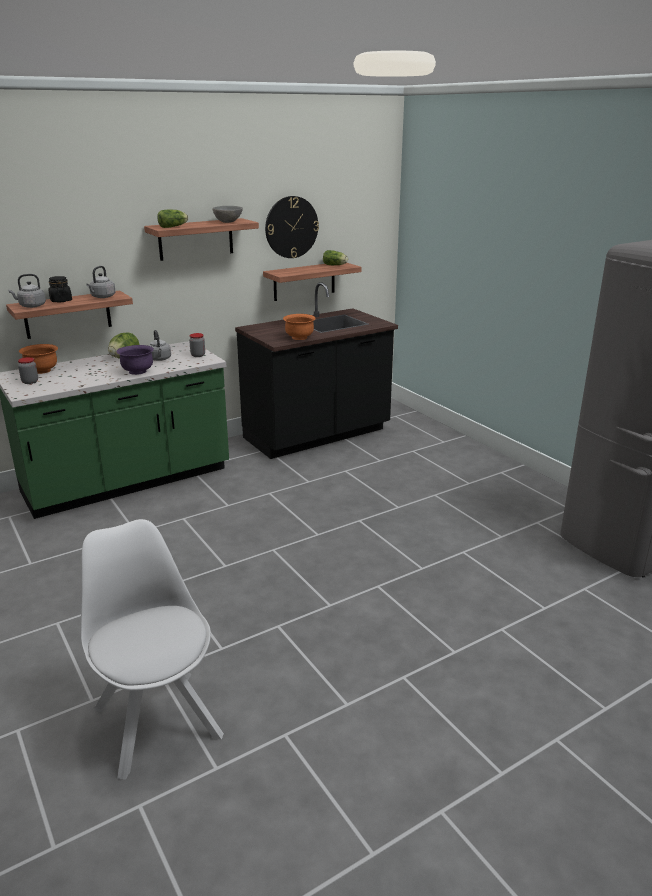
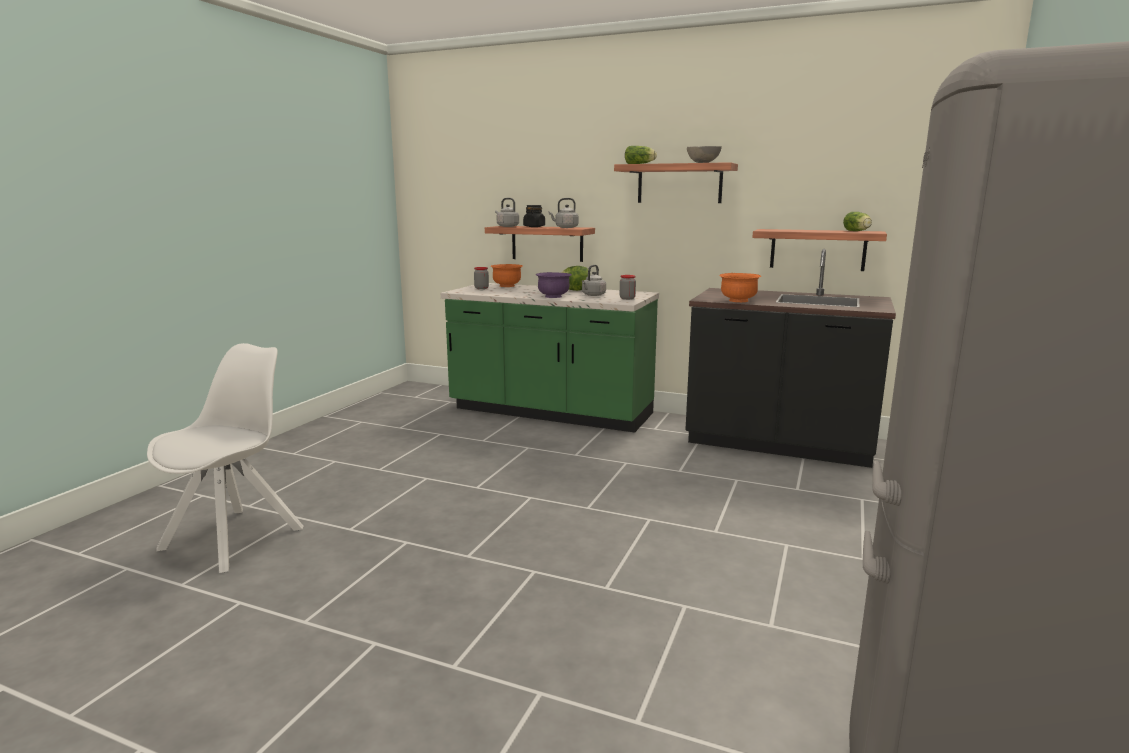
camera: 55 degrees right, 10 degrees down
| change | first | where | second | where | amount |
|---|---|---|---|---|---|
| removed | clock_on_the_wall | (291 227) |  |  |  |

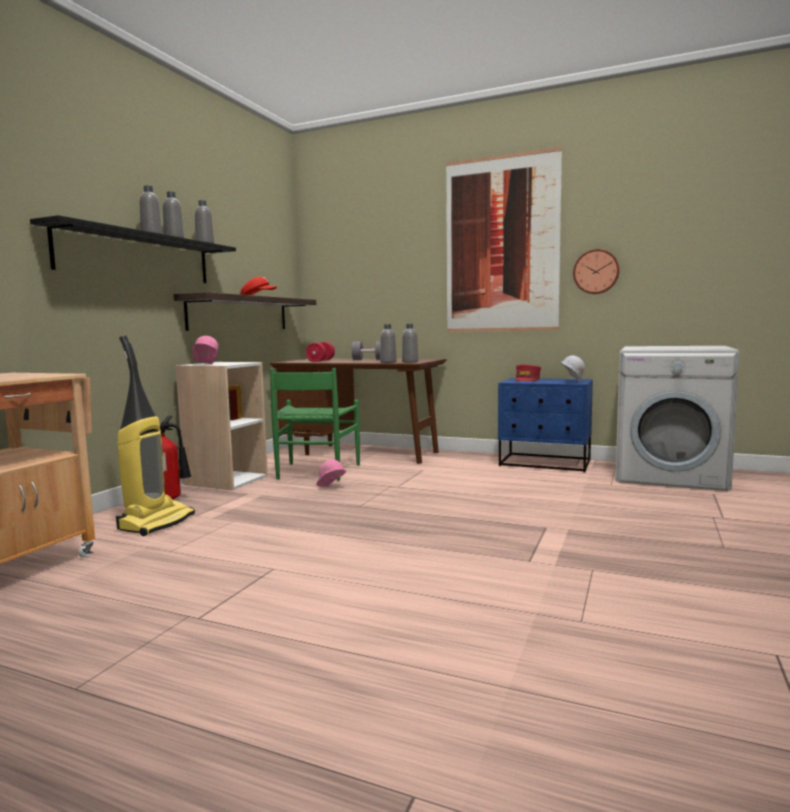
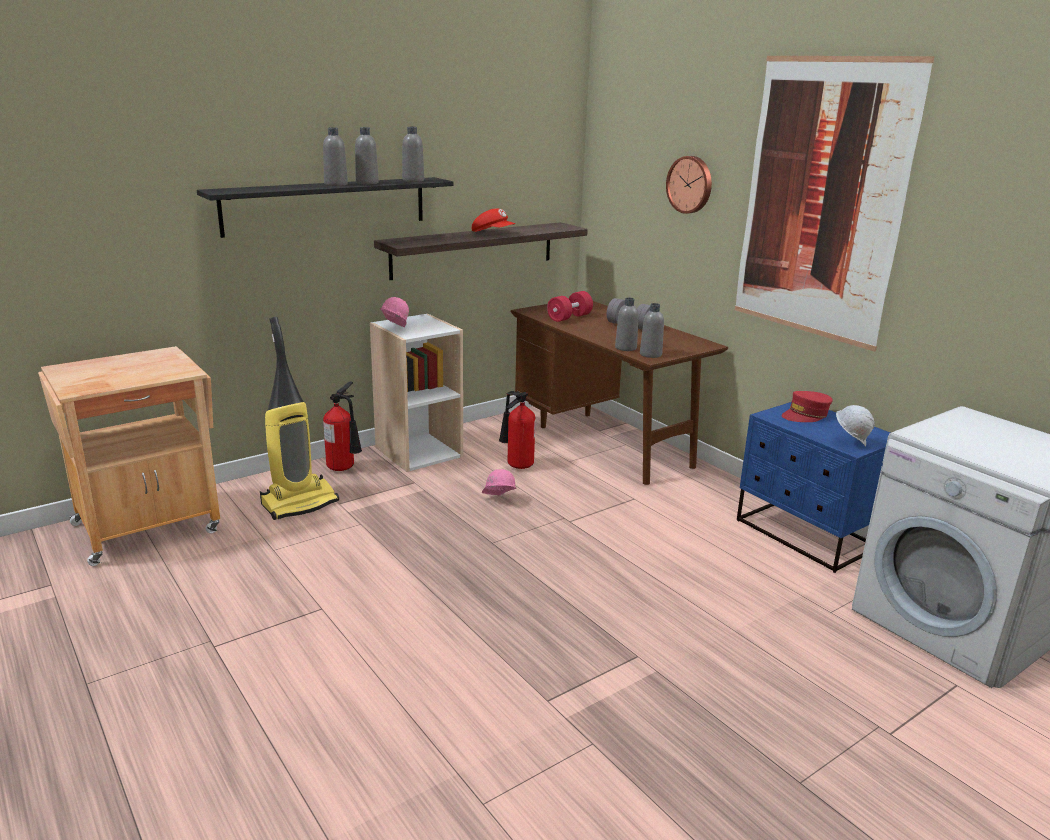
camera: 30 degrees right, 15 degrees up
| change | first | where | second | where | amount |
|---|---|---|---|---|---|
| moved | clock_on_the_wall | (596 272) |  | (690 184) |  |
| replaced | green_chair | (316 472) | fire_extinguisher | (516 465) |  |

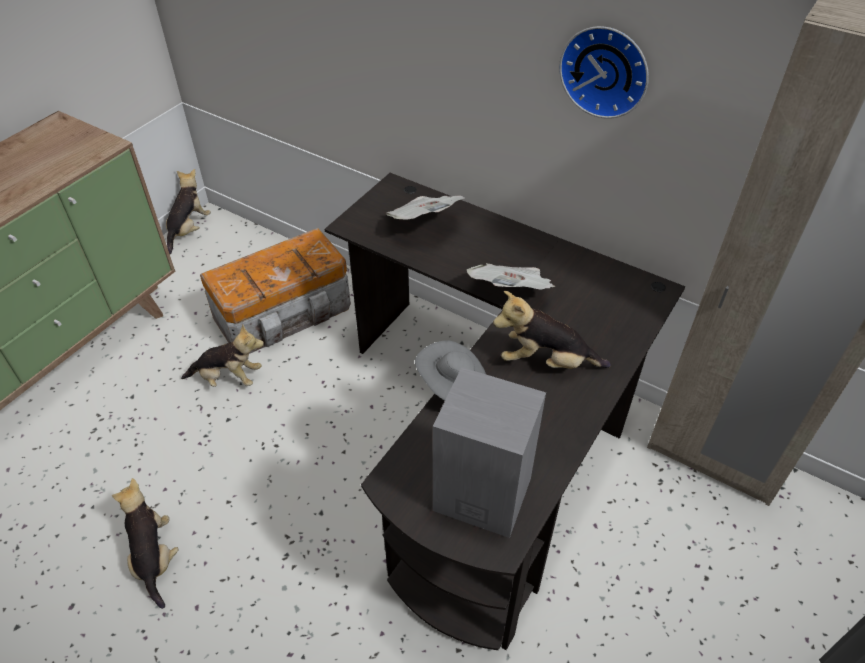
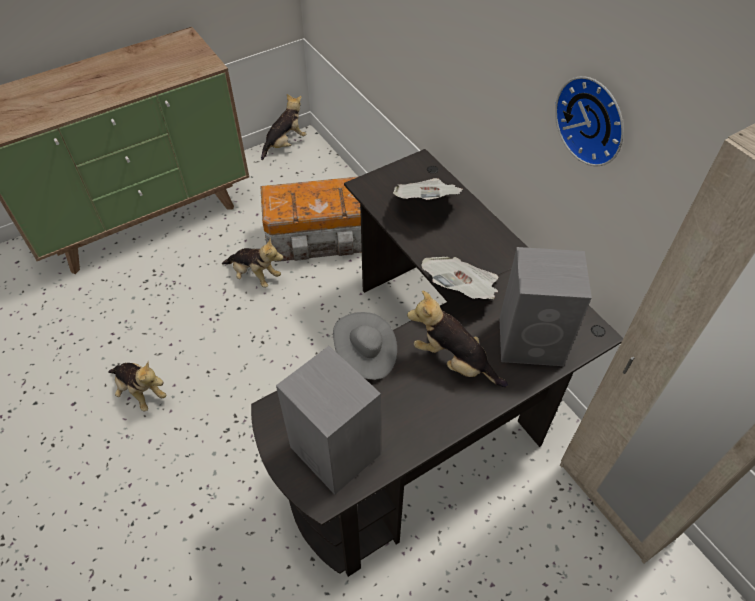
camera: 25 degrees right, 5 degrees up
| change | first | where | second | where | amount |
|---|---|---|---|---|---|
| turned | cuddly_toy | (155 557) |  | (140 392) | 120 degrees clockwise |
| added |  |  | greyish_speaker | (532 341) |  |

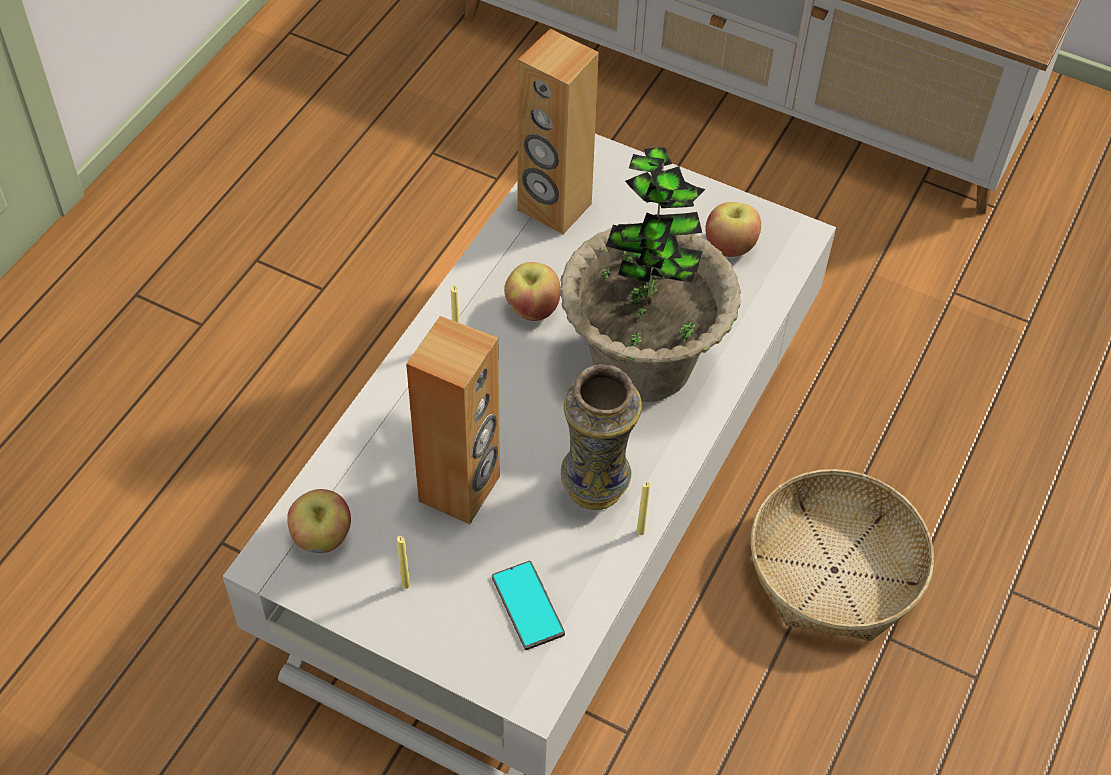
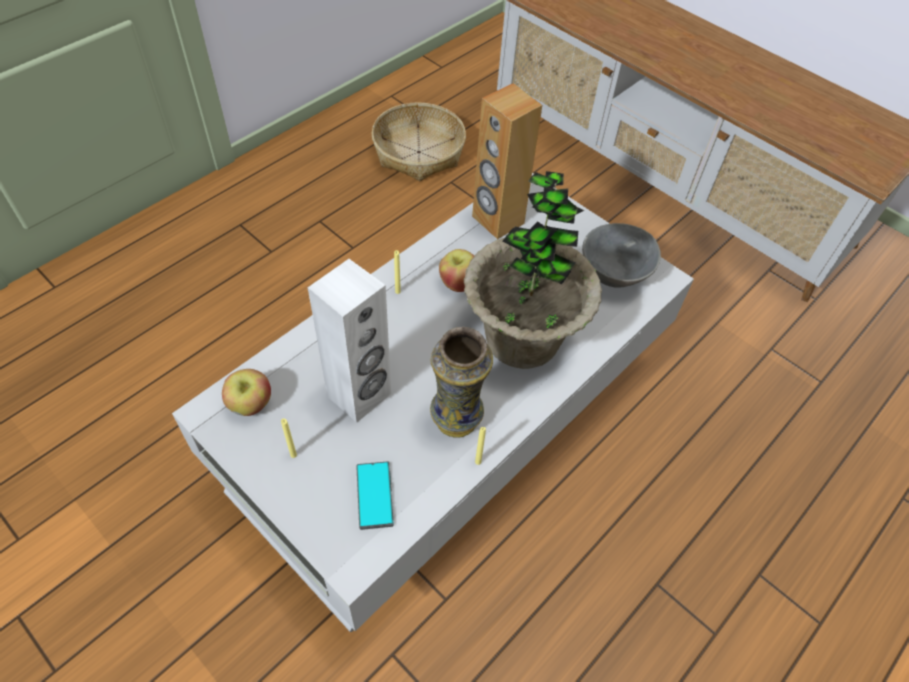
camera: 15 degrees right, 0 degrees up
| change | first | where | second | where | amount |
|---|---|---|---|---|---|
| replaced | apple_fruit | (730 245) | greyish_deep_dish | (612 273) |  |
| recoloured | brownish_speaker | (460 489) | white-coloured_speaker | (360 395) |  |
| moved | basket | (834 569) |  | (419 152) |  |

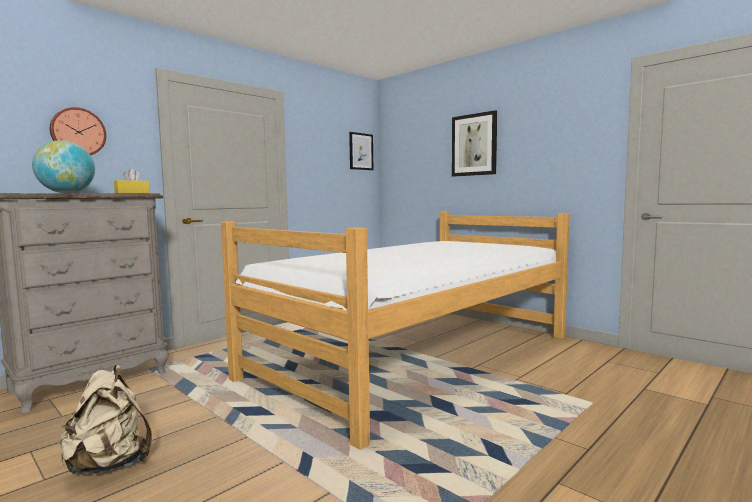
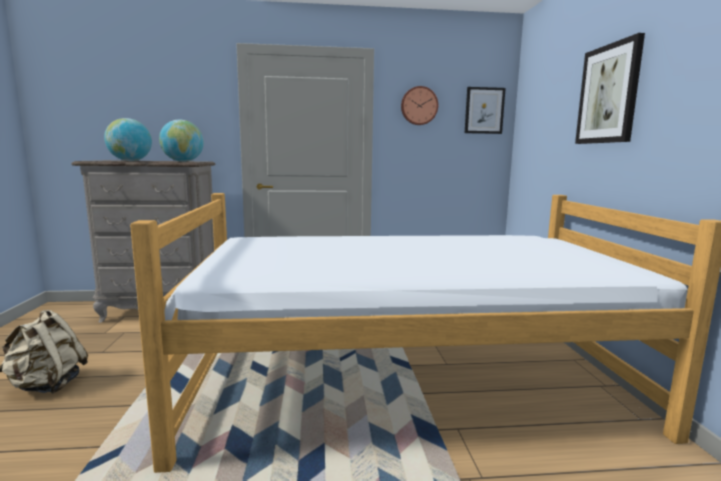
camera: 40 degrees right, 5 degrees up
| change | first | where | second | where | amount |
|---|---|---|---|---|---|
| moved | clock_on_the_wall | (78 132) |  | (419 106) |  |
| replaced | yellow_tissue_holder | (132 193) | globe | (183 161) |  |

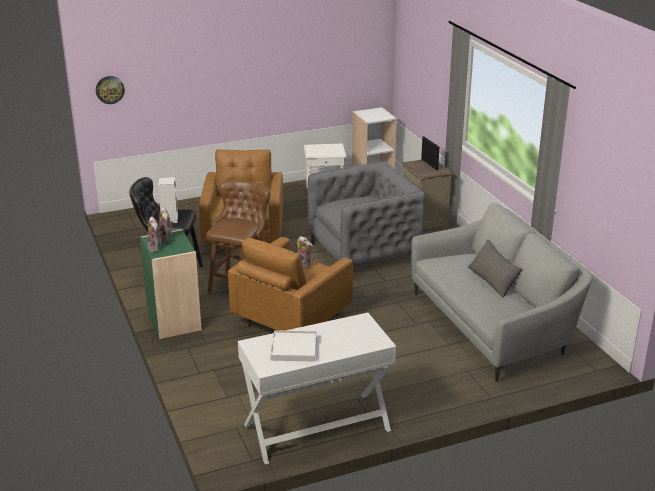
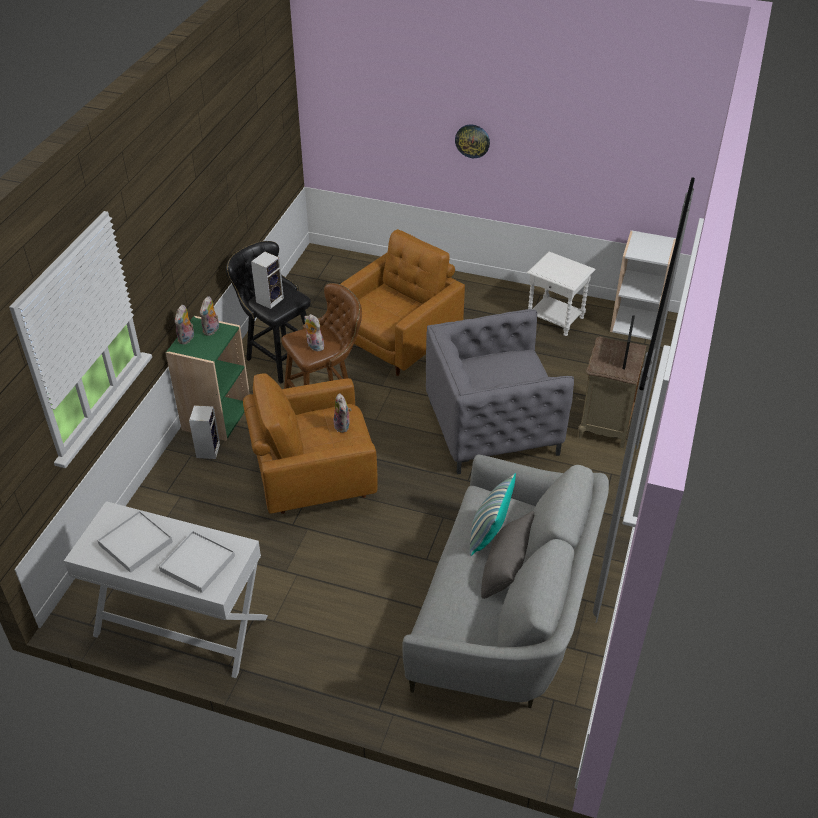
camera: 40 degrees right, 15 degrees up
| change | first | where | second | where | amount |
|---|---|---|---|---|---|
| moved | clock_on_the_wall | (110 89) |  | (472 140) |  |
| turned | greyish_easy_chair | (363 253) |  | (492 428) | 150 degrees clockwise |
| added |  |  | cuddly_toy | (314 346) |  |
| added |  |  | speaker | (208 450) |  |
| added |  |  | pillow | (488 534) |  |
| added |  |  | white-coloured_tray | (197 564) |  |

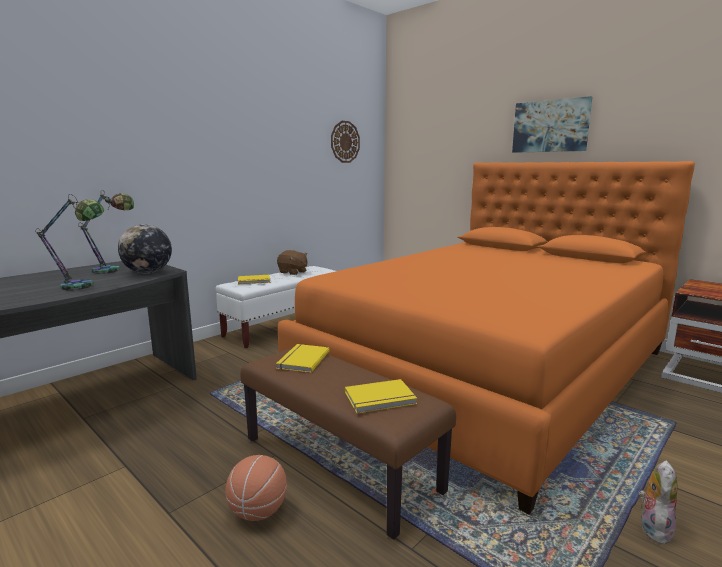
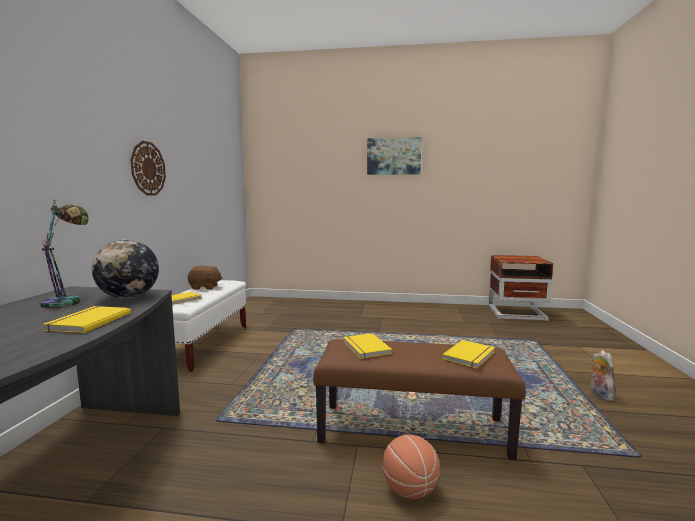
camera: 35 degrees left, 5 degrees down
| change | first | where | second | where | amount |
|---|---|---|---|---|---|
| moved | clock_on_the_wall | (345 142) |  | (148 168) |  |
| removed | orangey_bedroom_bed | (488 369) |  |  |  |
| replaced | tabletop_lamp | (83 287) | yellow_book | (87 322) |  |

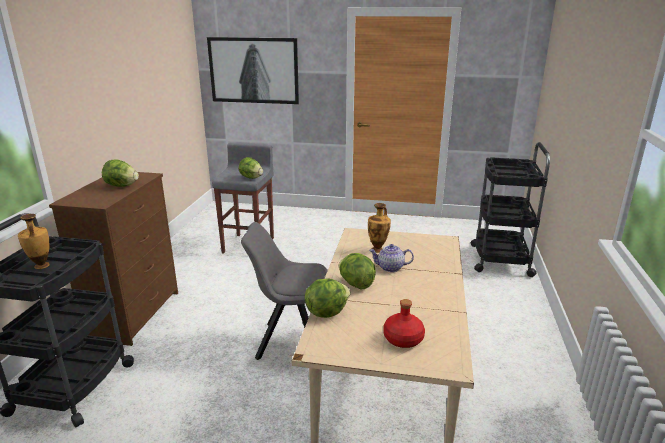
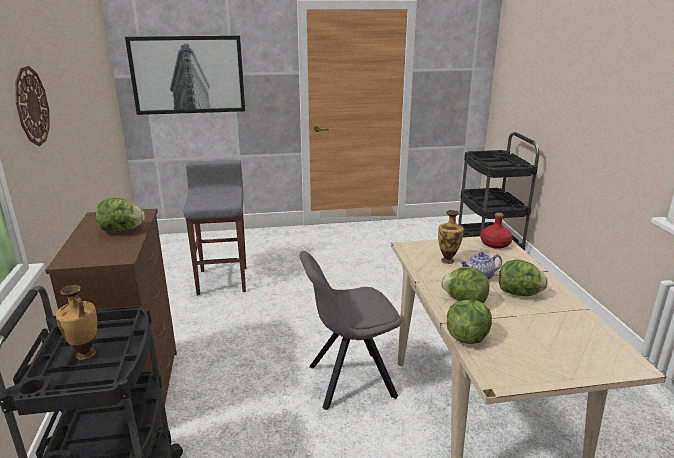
camera: 20 degrees left, 0 degrees up
| change | first | where | second | where | amount |
|---|---|---|---|---|---|
| moved | head_of_lettuce | (251 178) |  | (519 294) |  |
| moved | red-coloured_bottle | (402 339) |  | (495 244) |  |
| added |  |  | clock_on_the_wall | (31 106) |  |

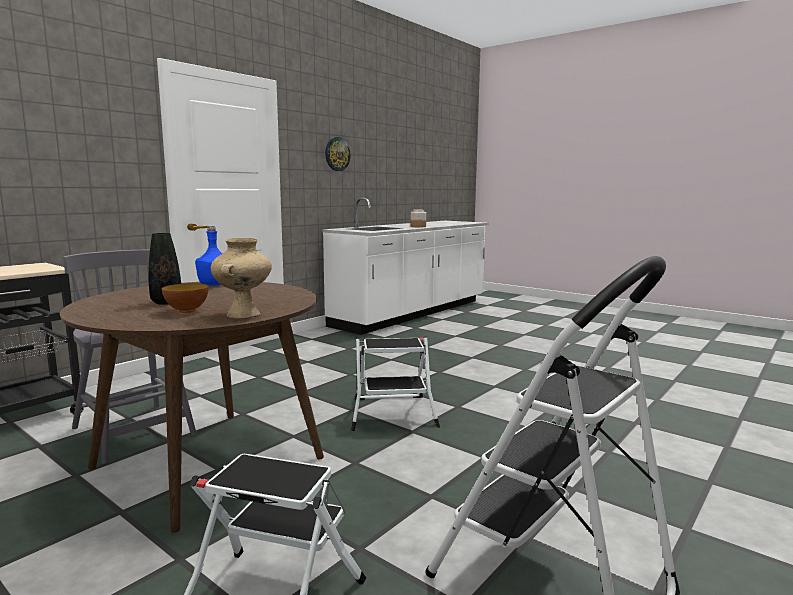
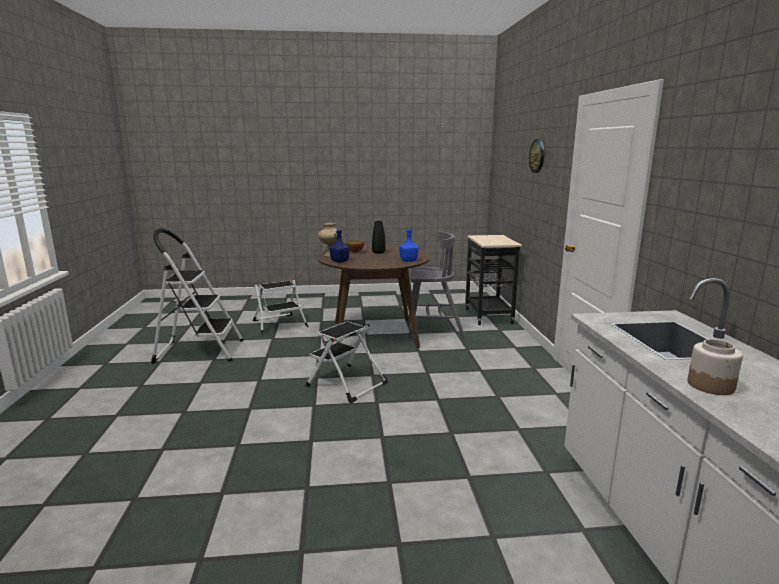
camera: 135 degrees right, 5 degrees up
| change | first | where | second | where | amount |
|---|---|---|---|---|---|
| moved | clock_on_the_wall | (337 154) |  | (537 156) |  |
| added |  |  | blue_bottle | (340 261) |  |

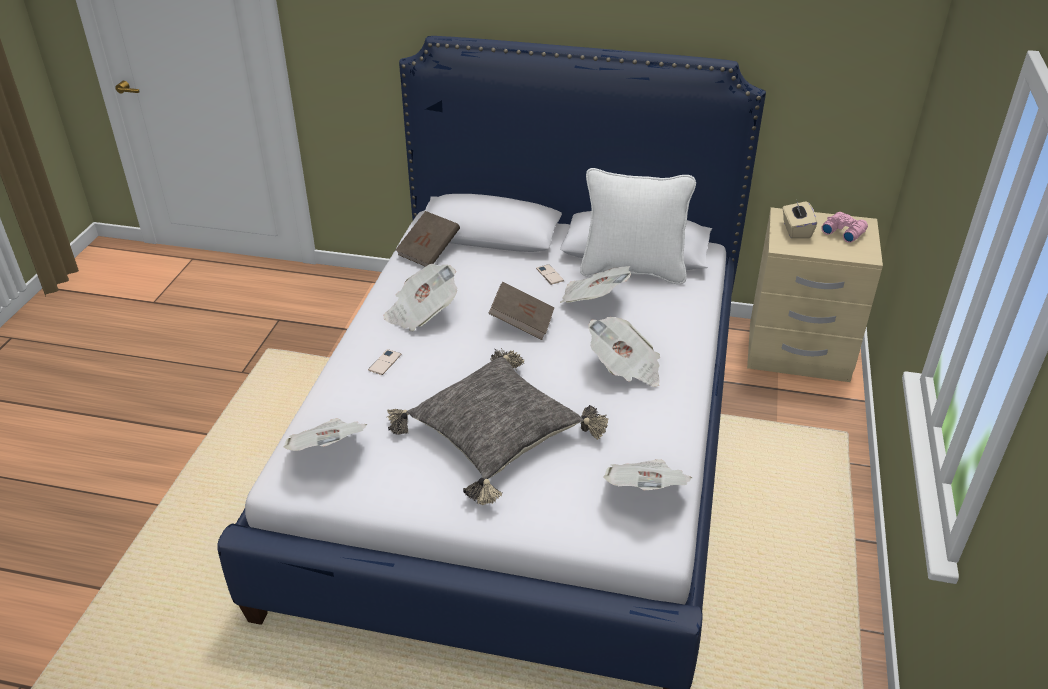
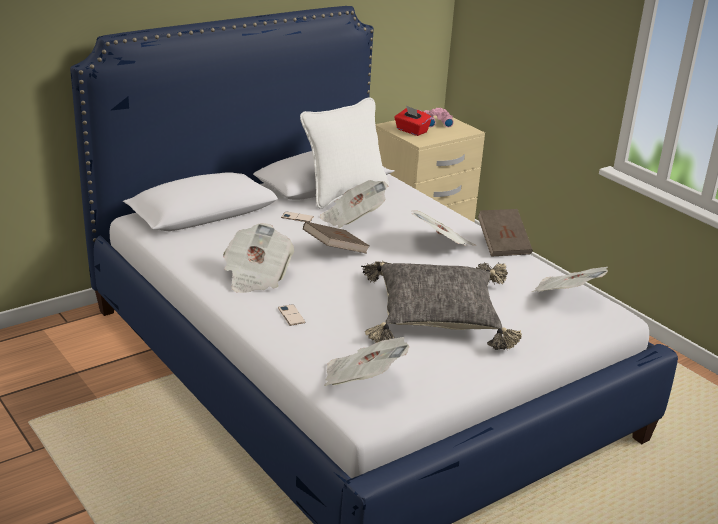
camera: 50 degrees left, 10 degrees down
| change | first | where | second | where | amount |
|---|---|---|---|---|---|
| recoloured | beige-coloured_tissue_holder | (796 230) | red-coloured_tissue_holder | (411 131) |  |
| moved | brownish_book | (429 252) |  | (503 245) |  |

